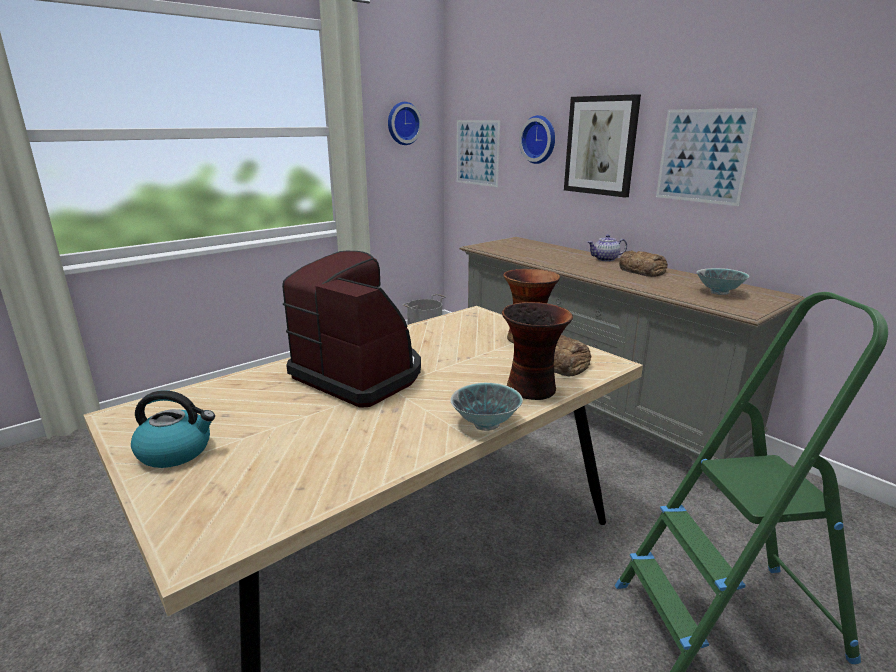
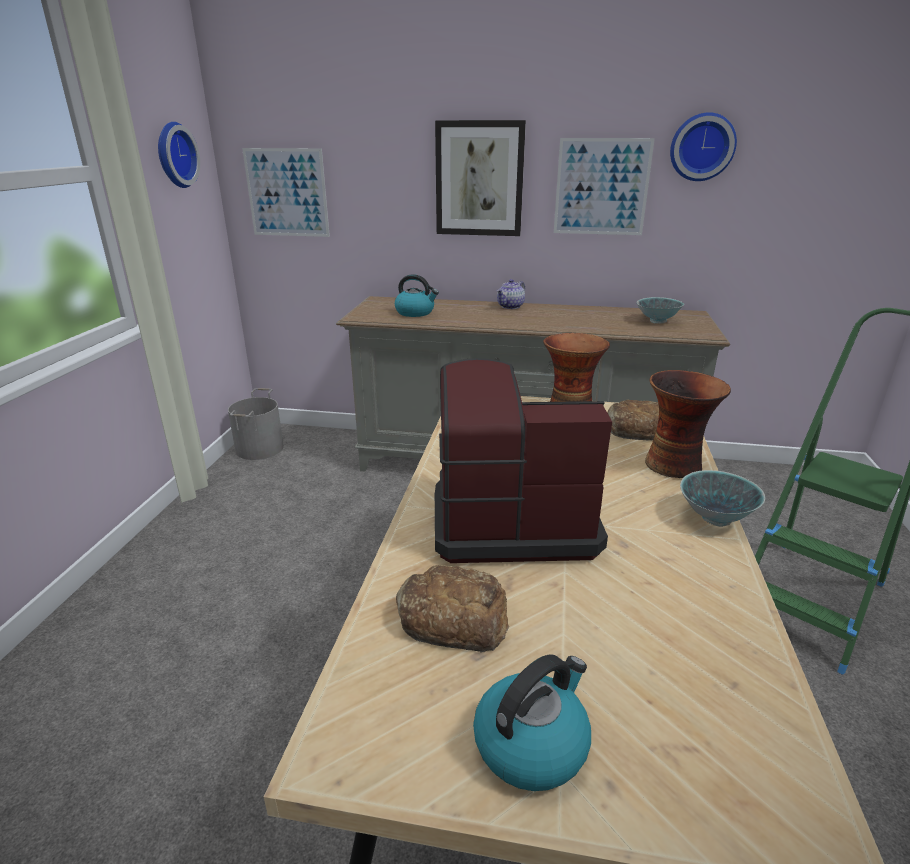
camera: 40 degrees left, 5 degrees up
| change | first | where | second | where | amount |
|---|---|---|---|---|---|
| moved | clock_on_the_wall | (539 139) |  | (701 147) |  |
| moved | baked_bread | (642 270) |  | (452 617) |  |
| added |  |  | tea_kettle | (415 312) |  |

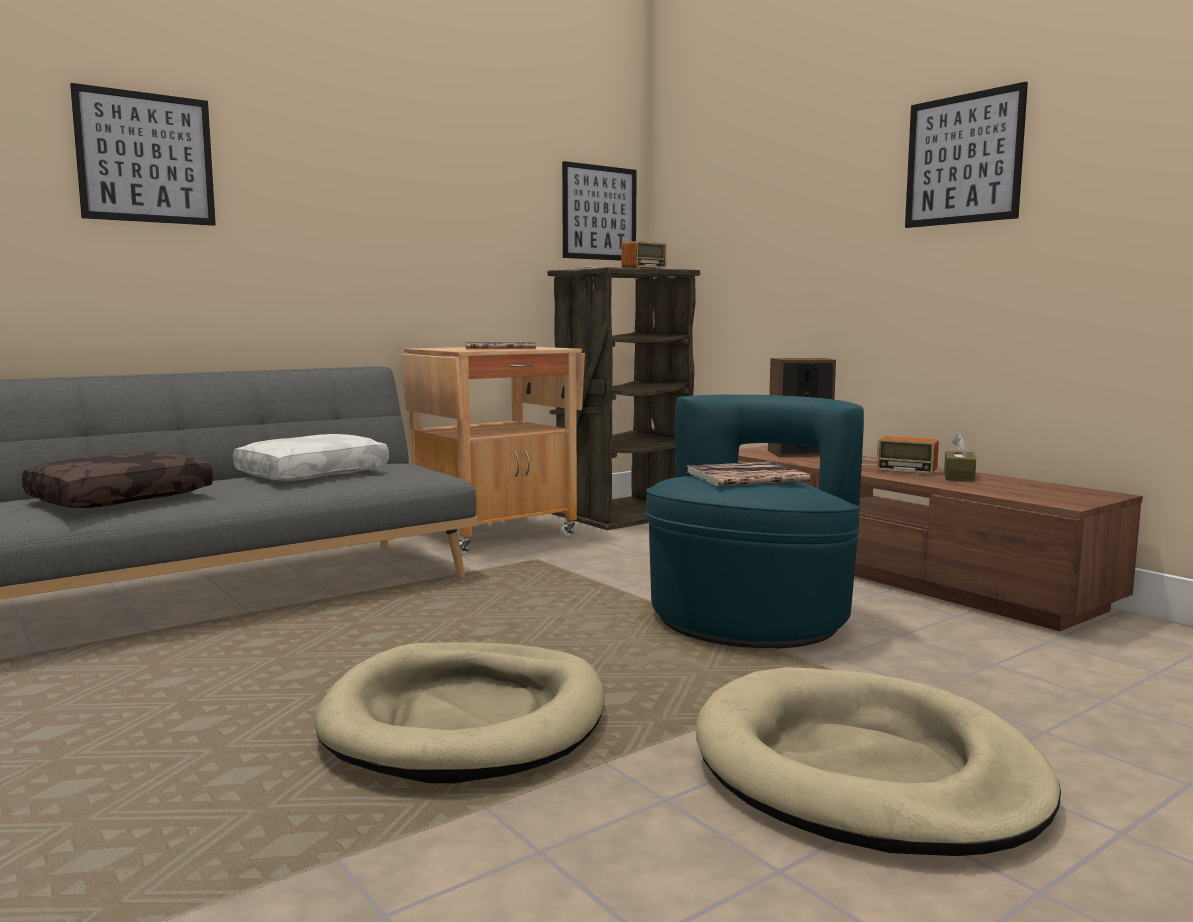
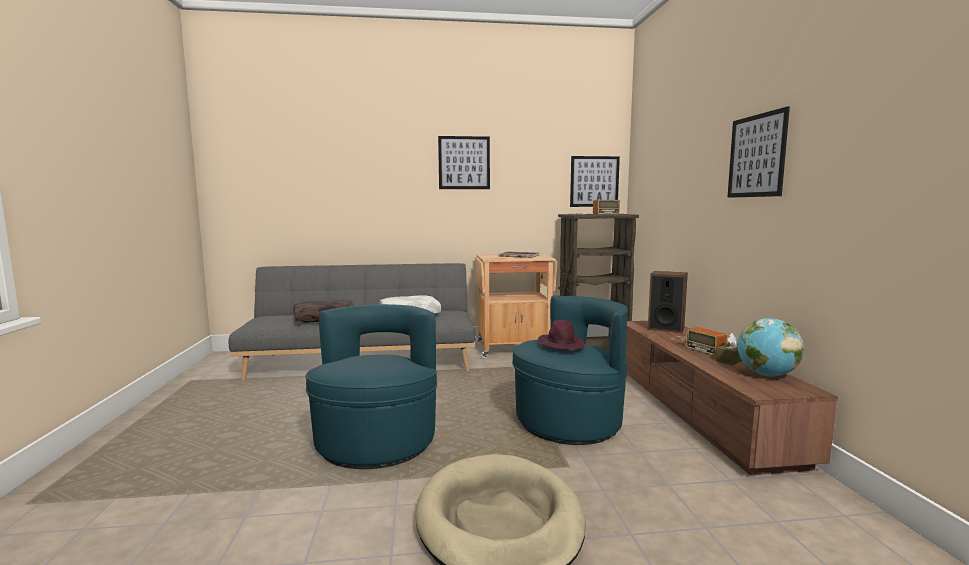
camera: 30 degrees right, 0 degrees up
| change | first | where | second | where | amount |
|---|---|---|---|---|---|
| moved | wall_picture | (146 158) |  | (464 163) |  |
| replaced | book | (746 477) | purple-coloured_wearable_hat | (561 345) |  |
| replaced | beige-coloured_dog_bed | (467 719) | turquoise-coloured_easy_chair | (376 443) |  |
| added |  |  | globe | (766 375) |  |

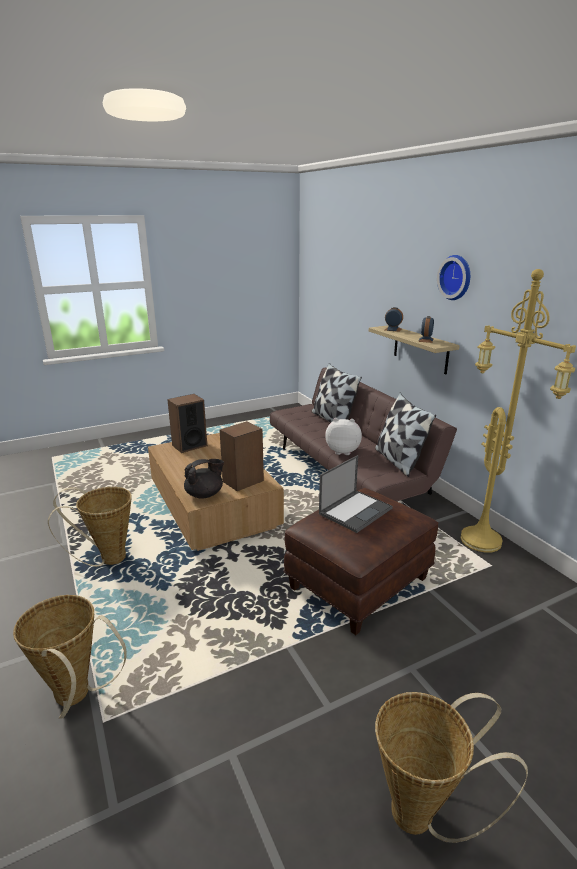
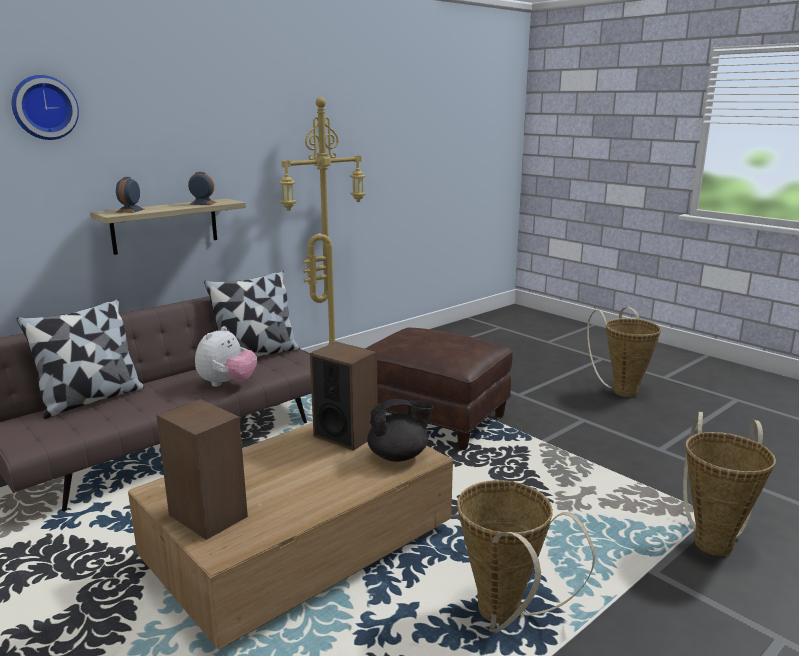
camera: 105 degrees left, 5 degrees down
| change | first | where | second | where | amount |
|---|---|---|---|---|---|
| moved | clock_on_the_wall | (456 277) |  | (44 107) |  |
| turned | cuddly_toy | (343 451) |  | (227 384) | 150 degrees counterclockwise |
| removed | laptop | (356 510) |  |  |  |
| turned | black-coloured_teapot | (205 494) |  | (399 456) | 120 degrees clockwise |

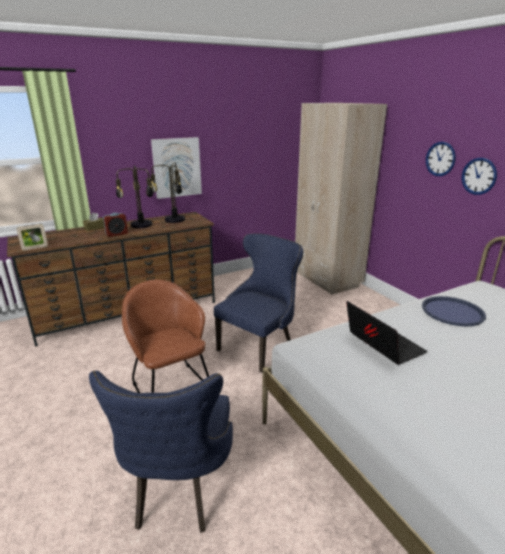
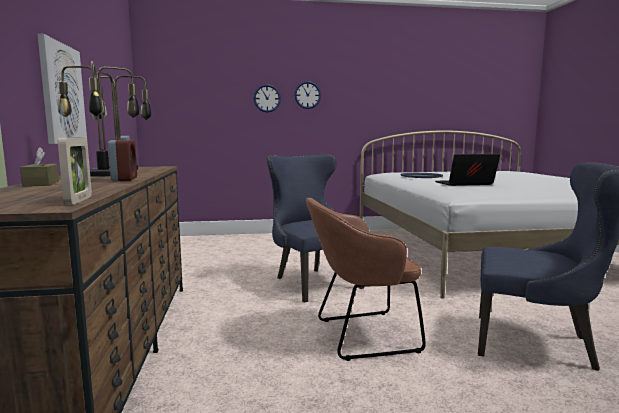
camera: 70 degrees left, 15 degrees down
| change | first | where | second | where | amount |
|---|---|---|---|---|---|
| removed | beige-coloured_armoire | (327 279) |  |  |  |
| moved | clock_on_the_wall | (479 176) |  | (267 98) |  |

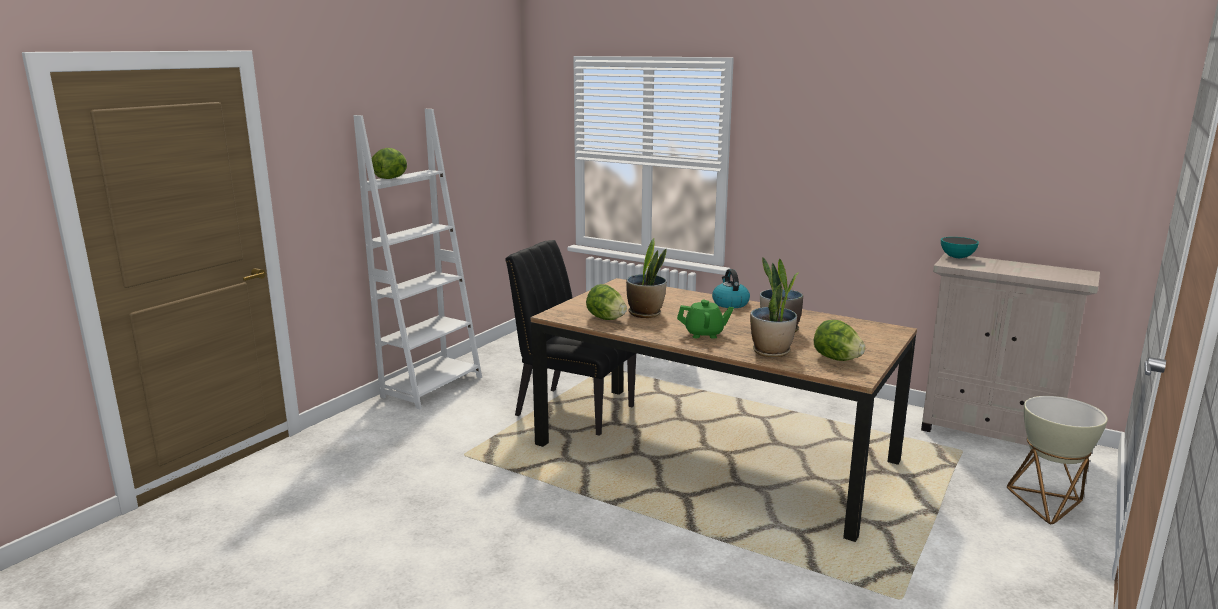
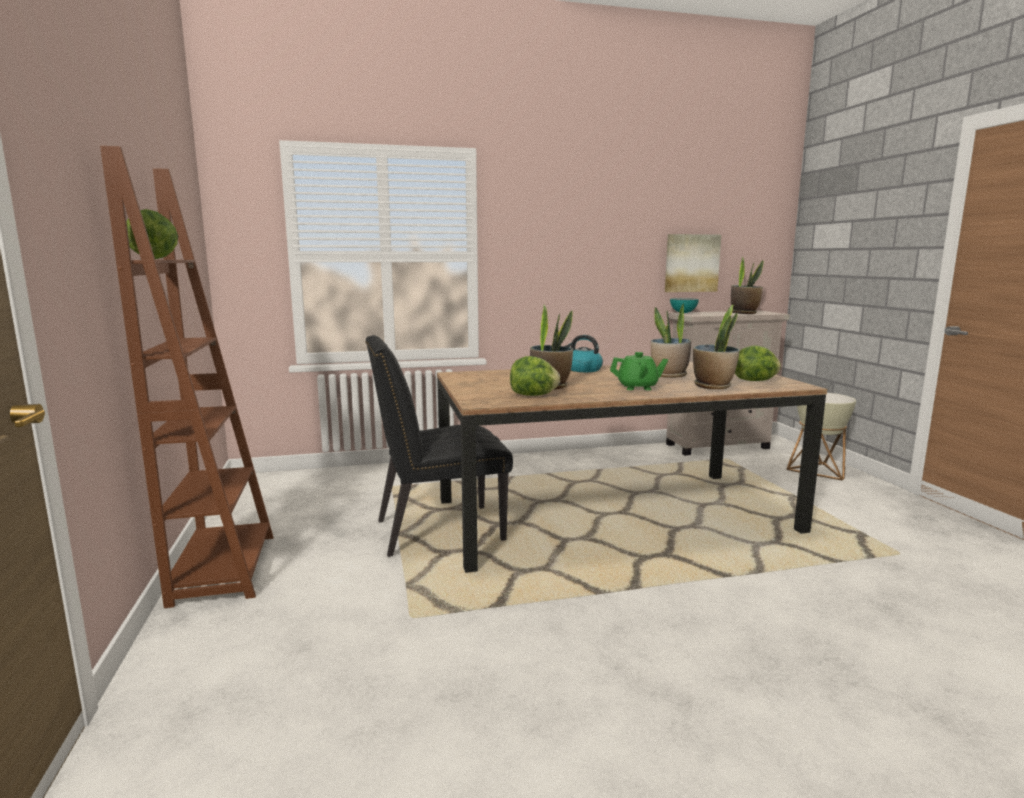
camera: 45 degrees left, 5 degrees down
| change | first | where | second | where | amount |
|---|---|---|---|---|---|
| recoloured | white-coloured_bookcase | (432 387) | brownish_bookcase | (223 569) |  |
| turned | green_teapot | (704 334) |  | (638 387) | 45 degrees clockwise |
| added |  |  | wall_picture | (691 263) |  |
| added |  |  | potted_plant | (744 313) |  |

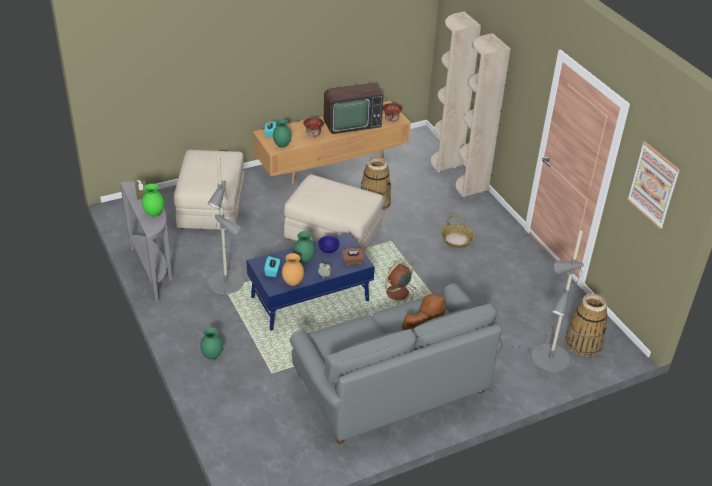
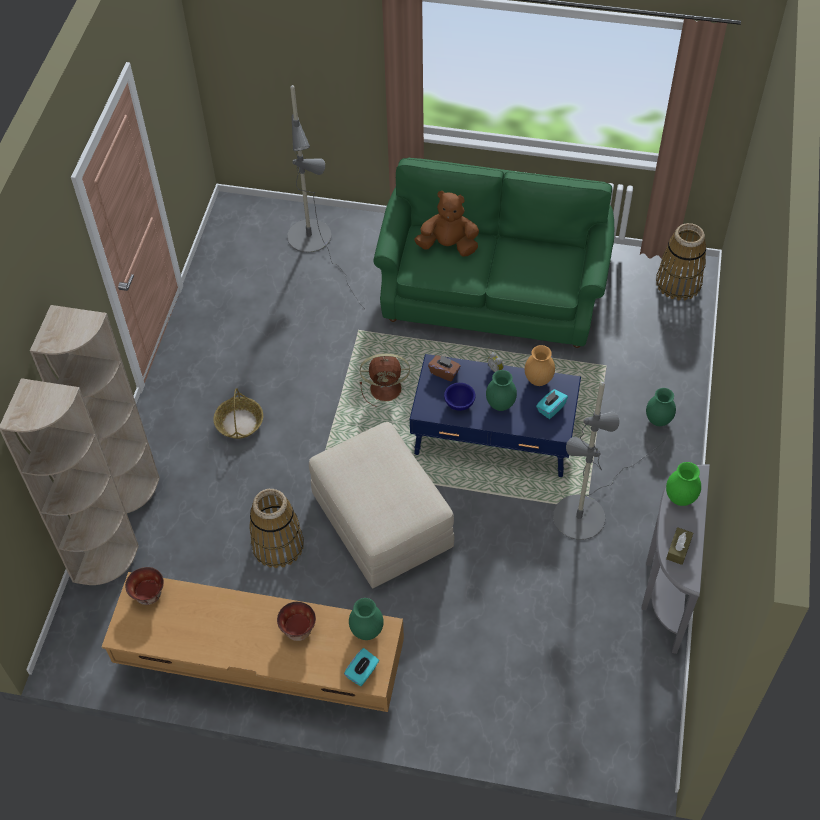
camera: 140 degrees left, 15 degrees up
| change | first | where | second | where | amount |
|---|---|---|---|---|---|
| removed | TV_set | (350 123) |  |  |  |
| removed | wall_picture | (653 184) |  |  |  |
| removed | beige-coloured_ottoman | (211 206) |  |  |  |
| recoloured | greyish_sofa | (391 384) | green_sofa | (492 291) |  |
| moved | basket | (583 343) |  | (678 283) |  |

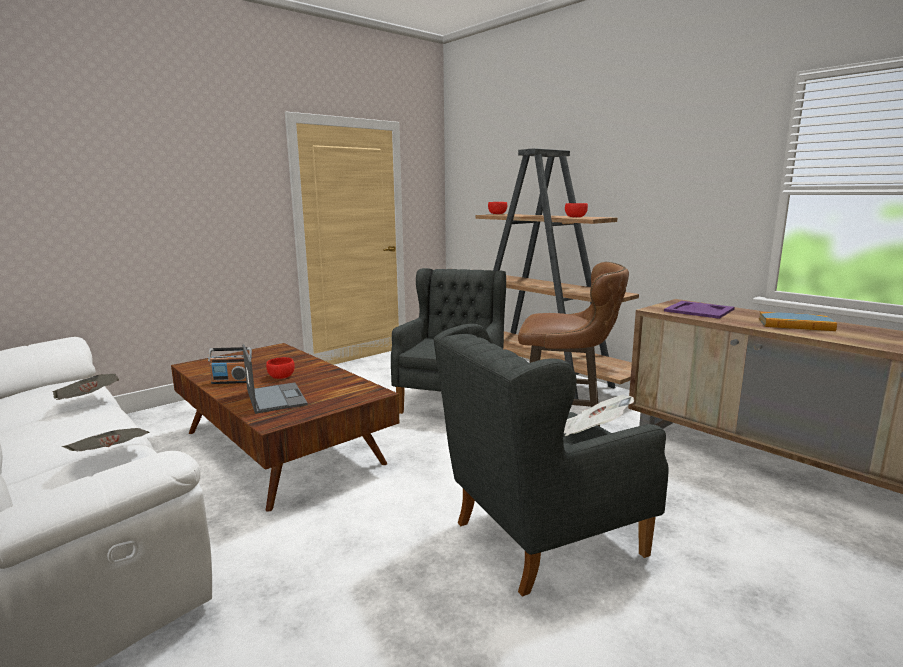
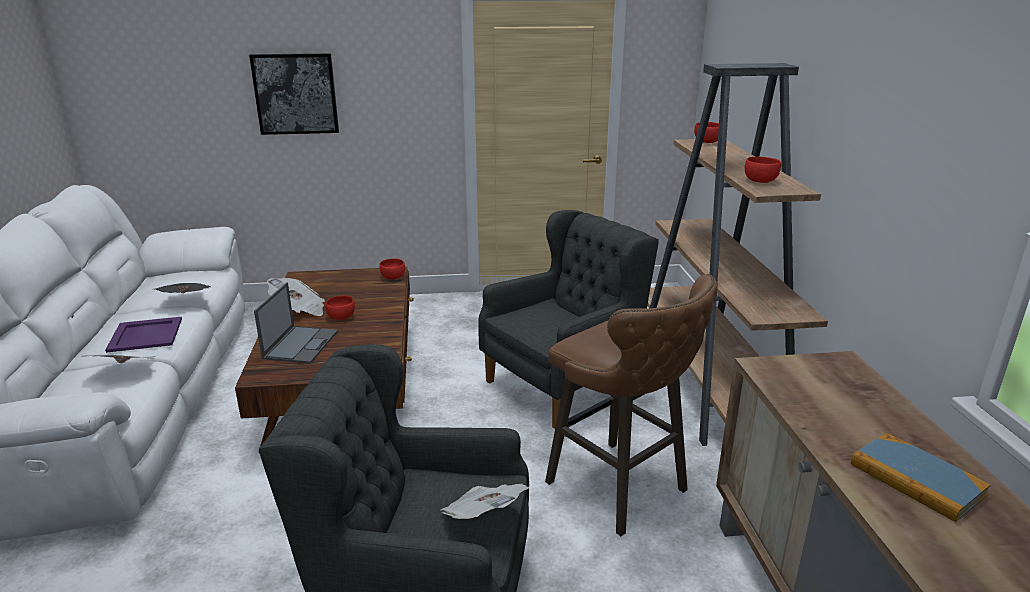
camera: 35 degrees right, 10 degrees up
| change | first | where | second | where | amount |
|---|---|---|---|---|---|
| moved | purple-coloured_tray | (699 310) |  | (145 335) |  |
| replaced | radio | (232 381) | newspaper | (299 310) |  |
| added |  |  | wall_picture | (296 94) |  |
| added |  |  | red-coloured_deep_dish | (393 277) |  |

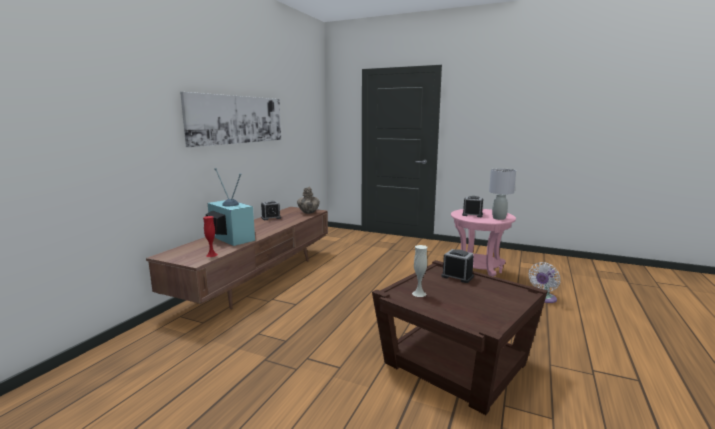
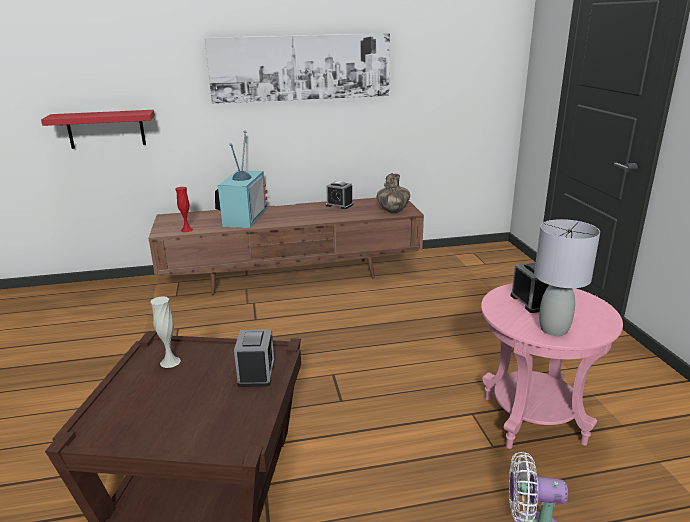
camera: 55 degrees right, 10 degrees up
| change | first | where | second | where | amount |
|---|---|---|---|---|---|
| added |  |  | red-coloured_wall_shelf | (106 129) |  |

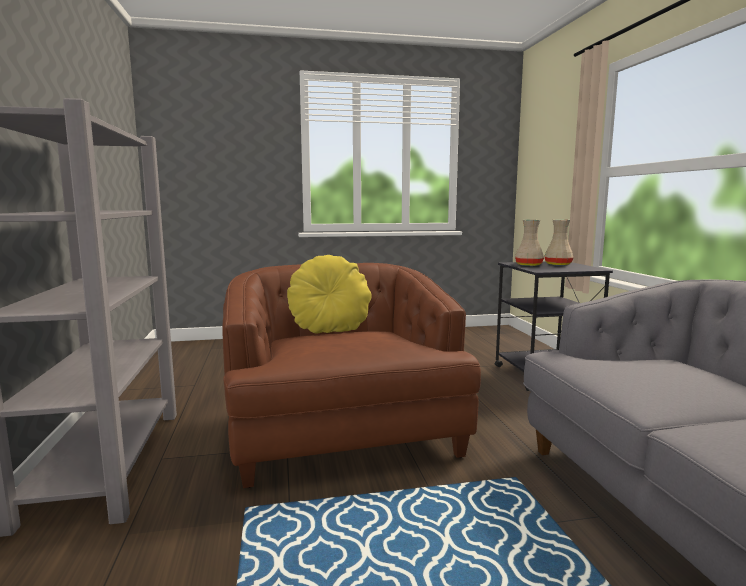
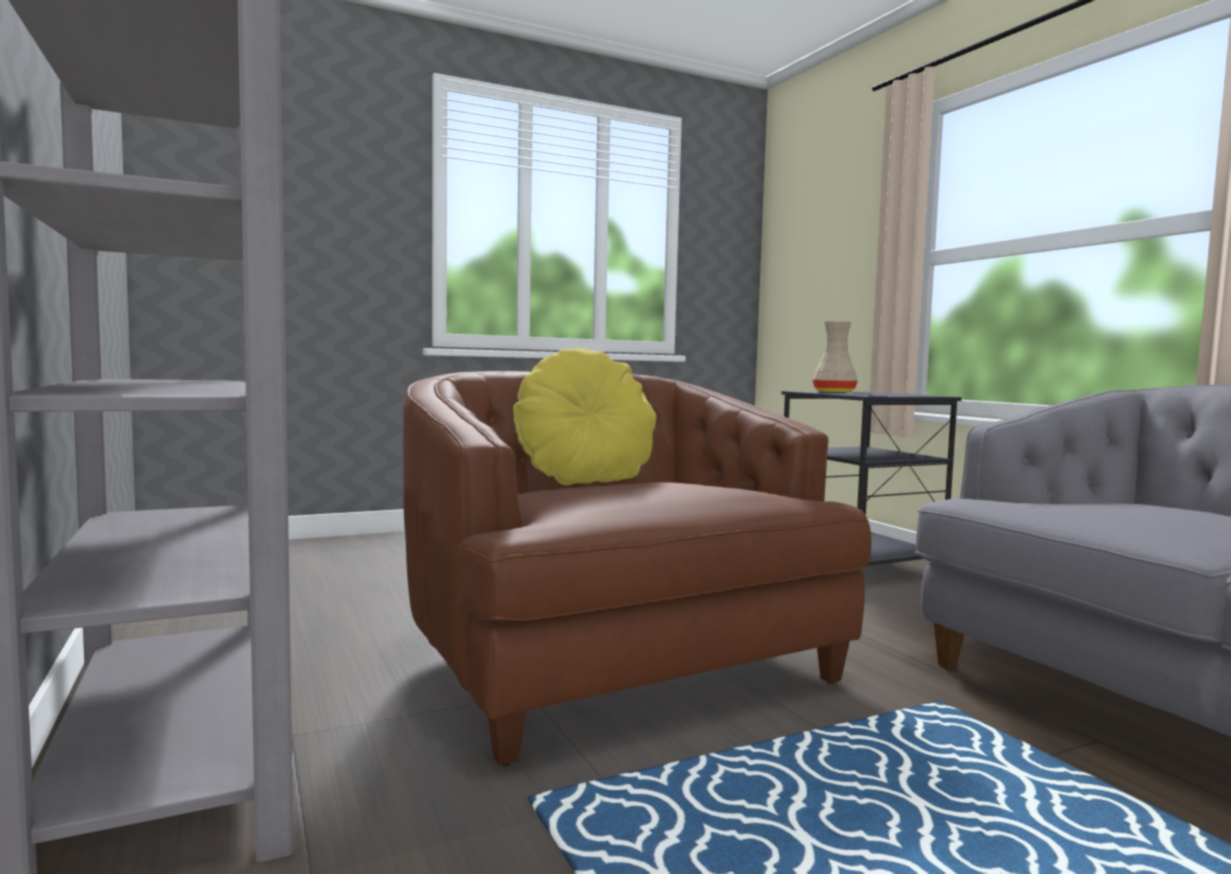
camera: 15 degrees left, 5 degrees down
| change | first | where | second | where | amount |
|---|---|---|---|---|---|
| removed | beige-coloured_flower_vase | (558 264) |  |  |  |

